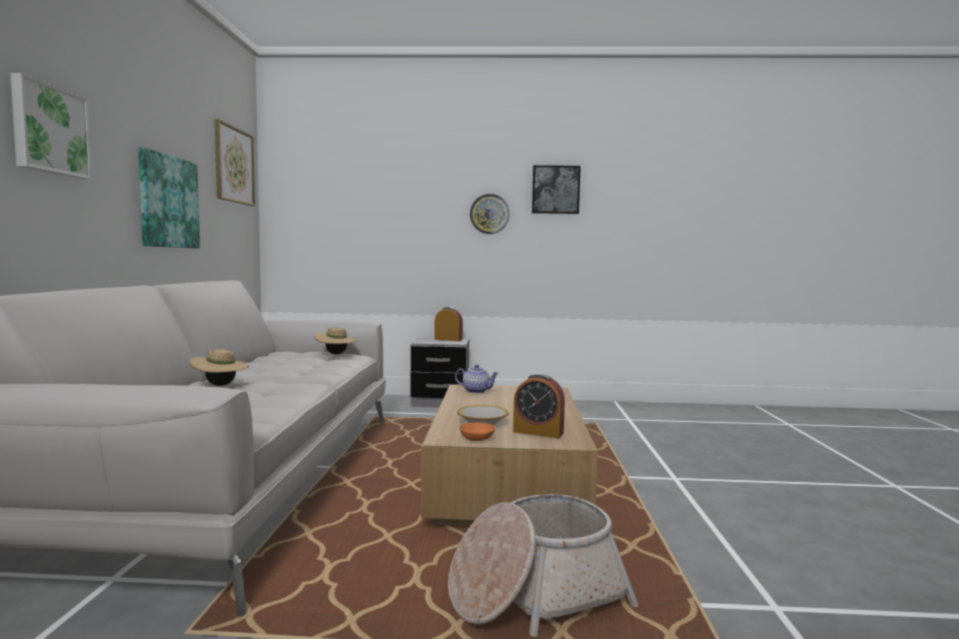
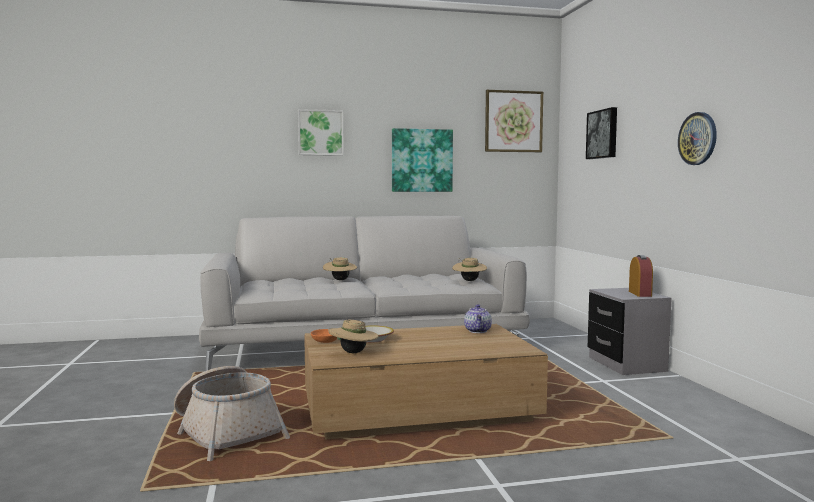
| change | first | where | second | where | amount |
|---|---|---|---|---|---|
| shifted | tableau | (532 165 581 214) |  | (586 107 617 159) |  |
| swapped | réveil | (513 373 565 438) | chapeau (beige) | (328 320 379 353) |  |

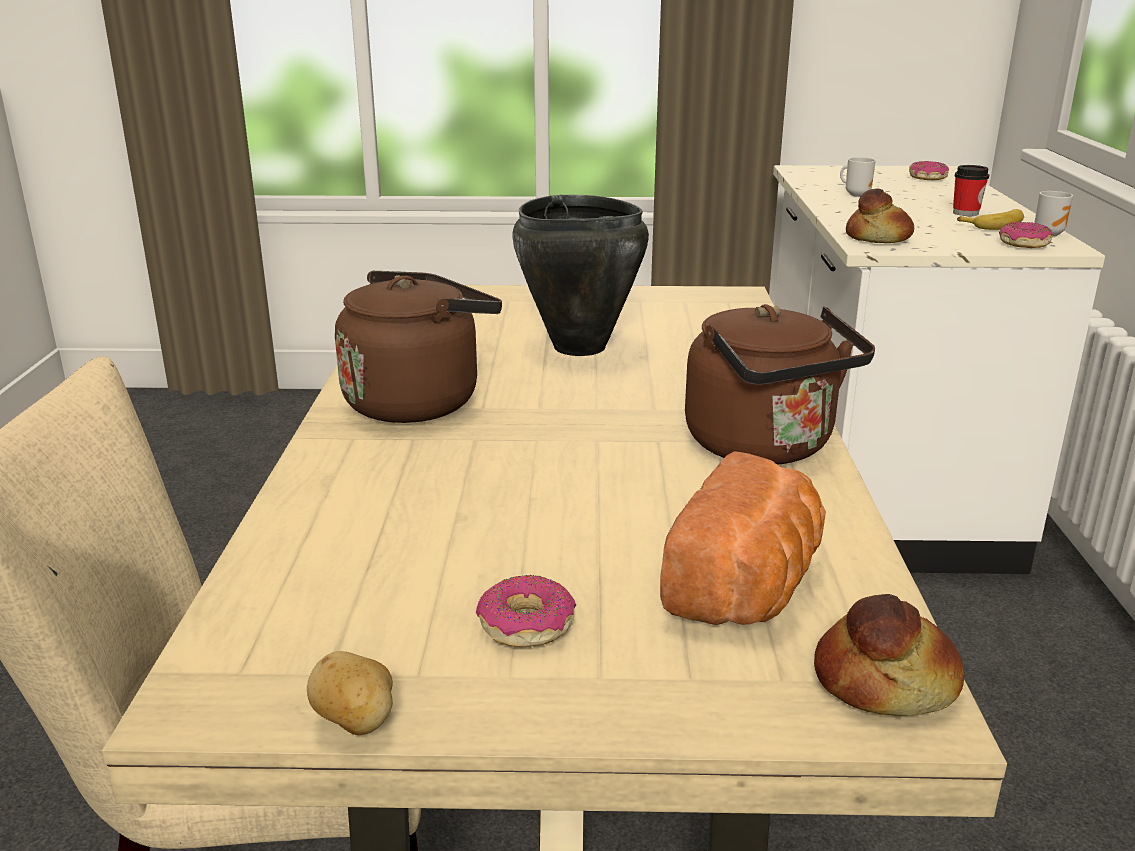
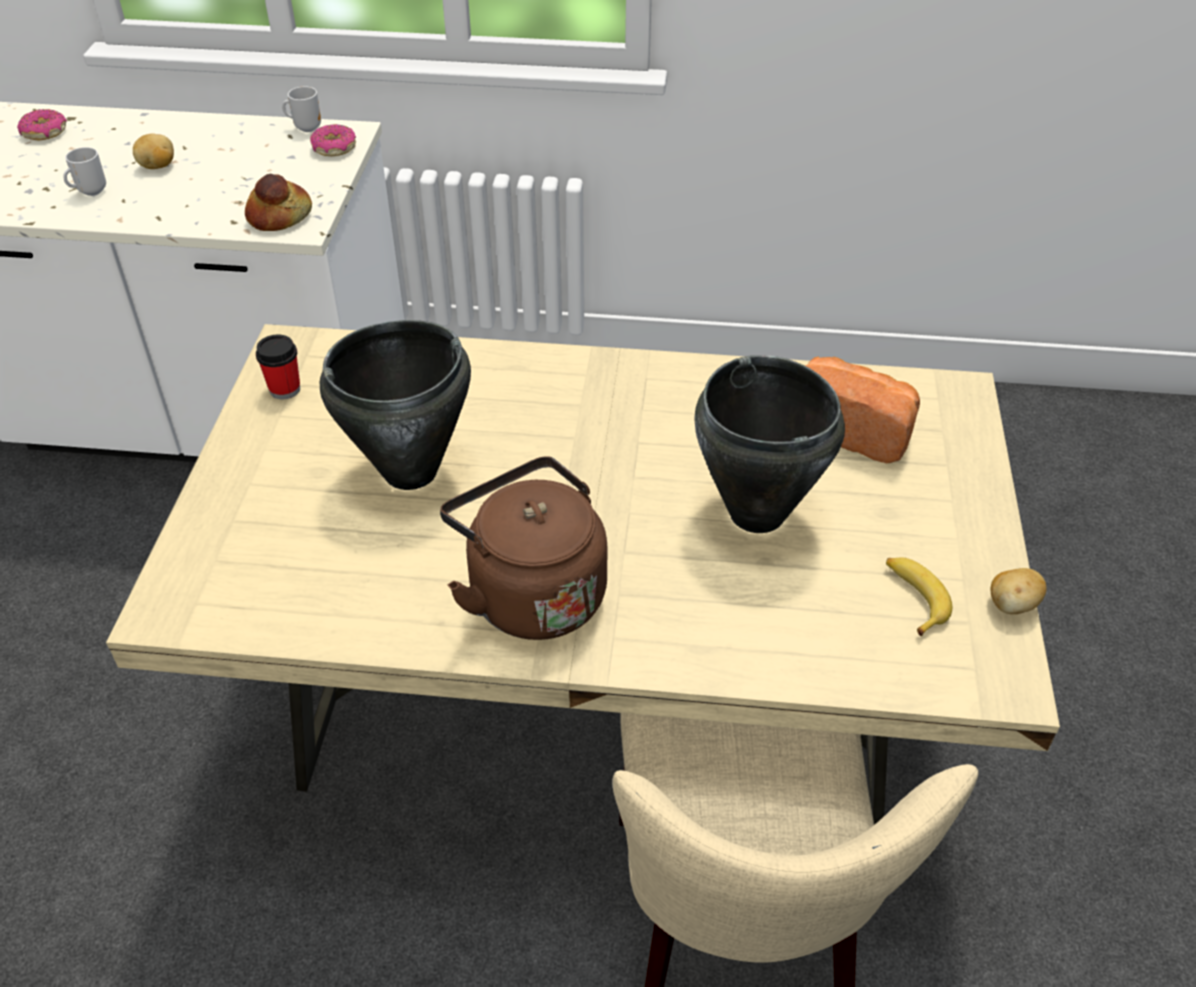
| change | first | where | second | where | amount |
|---|---|---|---|---|---|
| shifted | tasse | (953 165 989 216) |  | (256 335 300 399) |  |
| shifted | banane | (957 209 1024 230) |  | (886 557 952 636) |  |
| gone | bouilloire (marron) | (685 304 875 465) |  |  |  |
| gone | beignet | (476 575 576 647) |  |  |  |
| gone | pain | (814 594 964 716) |  |  |  |
| new |  |  | pomme de terre | (133 133 174 169) |  |
| new |  |  | marmite (noir) | (694 355 845 533) |  |

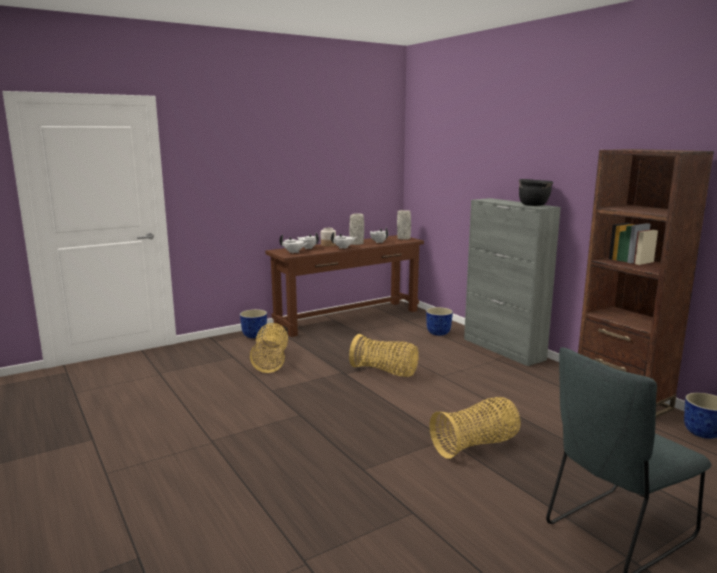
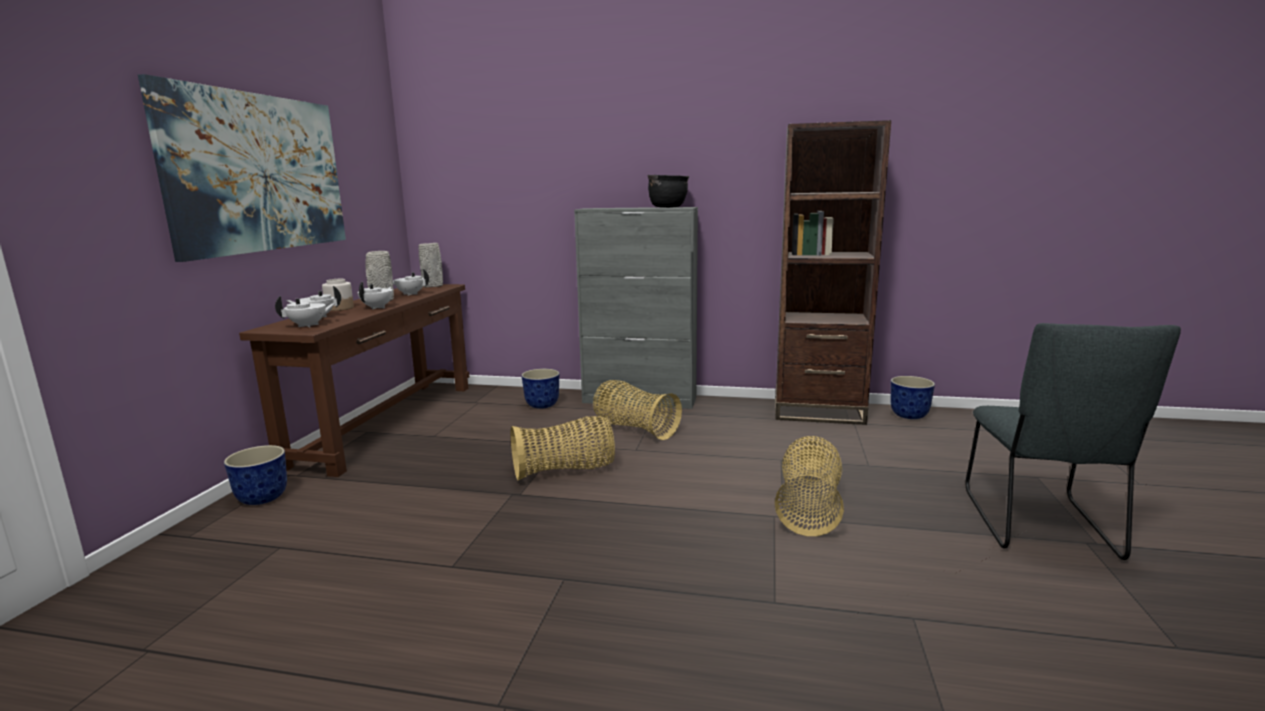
| change | first | where | second | where | amount |
|---|---|---|---|---|---|
| shifted | panier | (250 323 288 373) |  | (593 380 682 440) |  |
| new |  |  | tableau | (138 74 346 262) |  |

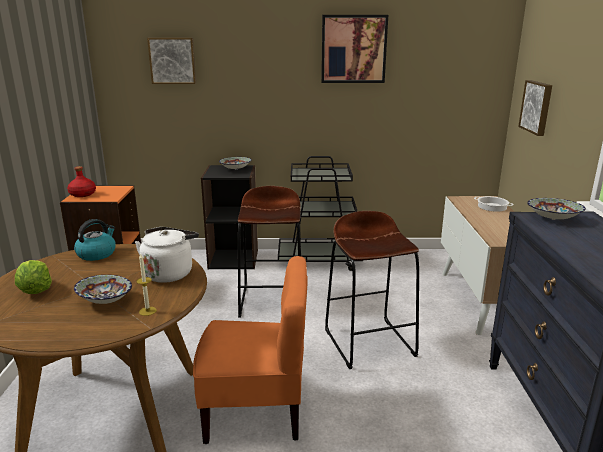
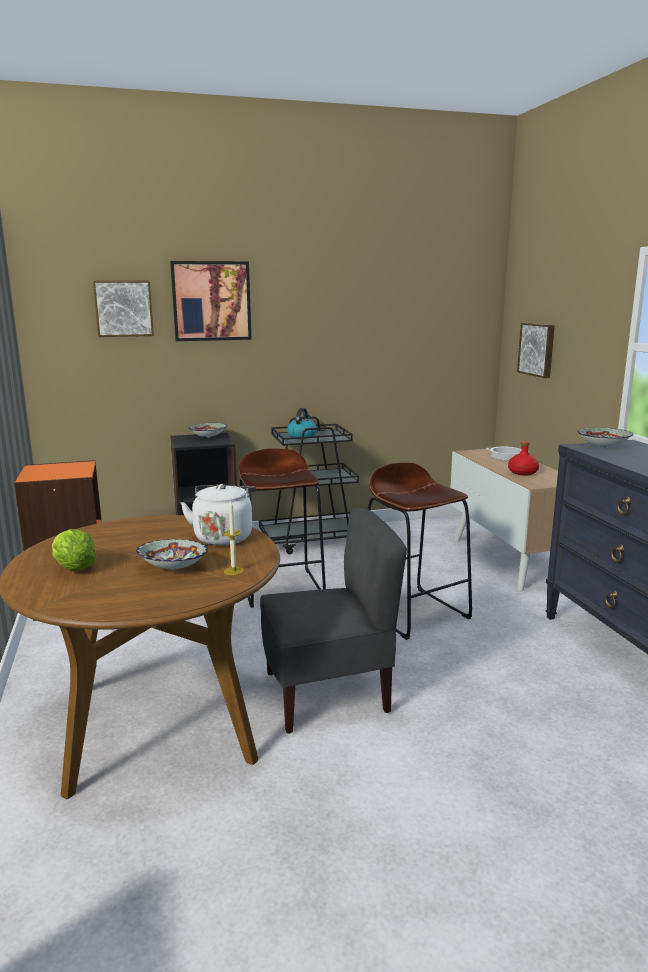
| change | first | where | second | where | amount |
|---|---|---|---|---|---|
| shifted | tableau | (321 15 388 83) |  | (170 261 252 341) |  |
| shifted | bouteille (rouge) | (67 166 96 197) |  | (508 441 539 476) |  |
| shifted | bouilloire | (74 219 116 261) |  | (287 408 317 439) |  |
| repainted | chaise (orange) | (193 256 308 444) | chaise (gris) | (260 507 407 734) |  |

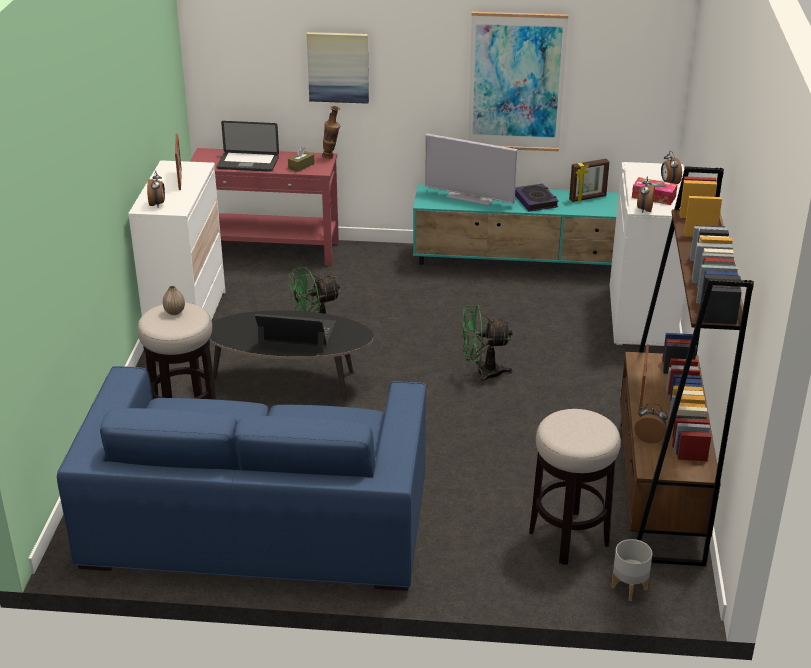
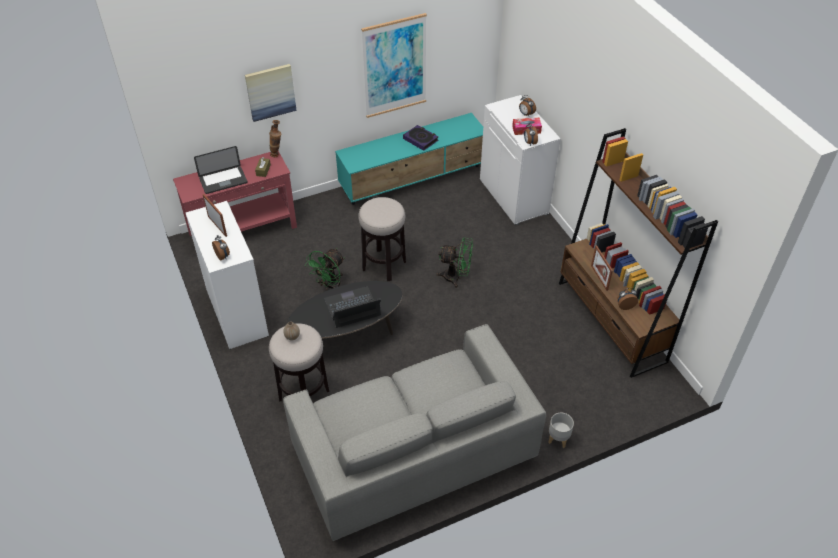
| change | first | where | second | where | amount |
|---|---|---|---|---|---|
| gone | téléviseur | (425 133 517 205) |  |  |  |
| gone | cadre photo | (569 159 610 202) |  |  |  |
| rotated | ventilateur (vert) | (462 305 513 384) |  | (437 237 473 288) | 135 degrees counterclockwise |
| repainted | canapé (bleu) | (57 366 426 591) | canapé (gris) | (283 324 546 541) |  |
| shifted | tabouret | (529 409 621 565) |  | (358 197 406 281) |  |
| shifted | cache-pot (gris) | (611 539 652 601) |  | (548 413 574 448) |  |

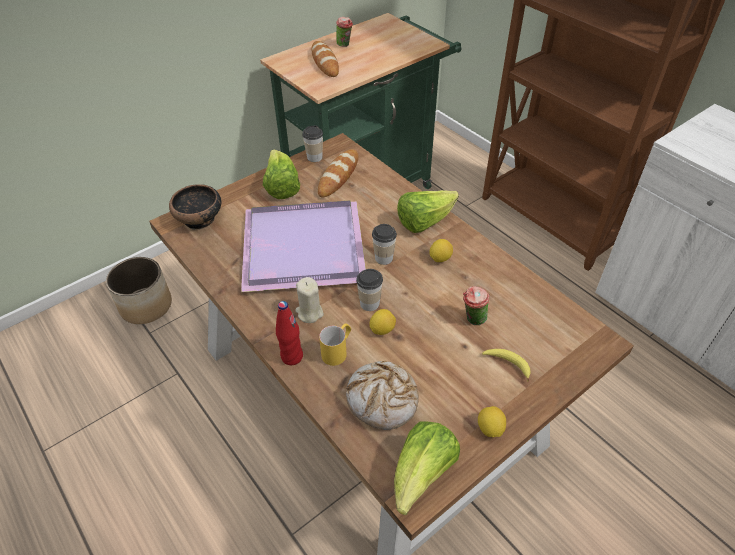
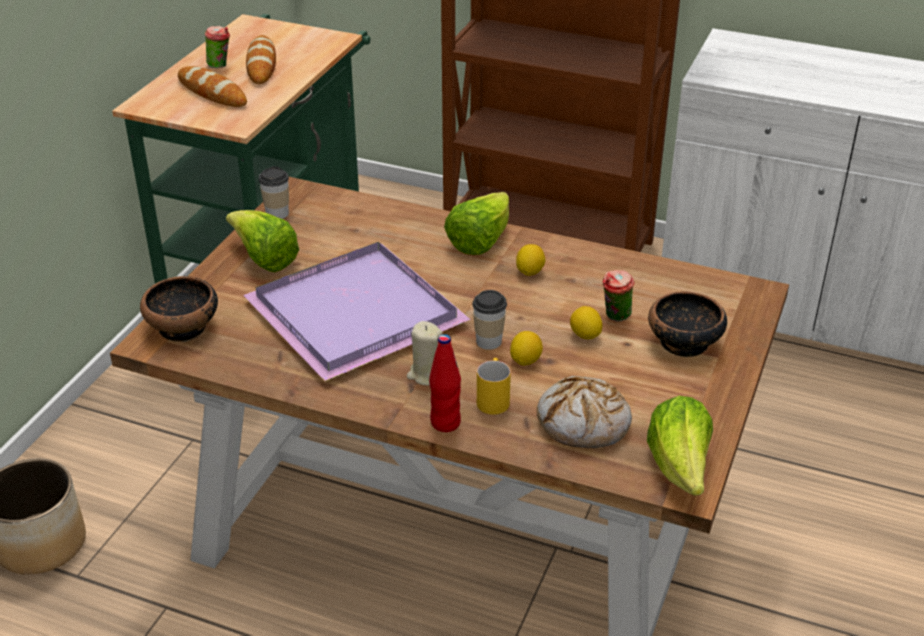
| change | first | where | second | where | amount |
|---|---|---|---|---|---|
| shifted | pain | (318 149 358 197) |  | (246 35 276 84) |  |
| gone | tasse | (372 224 397 265) |  |  |  |
| swapped | banane | (482 349 531 381) | bol | (648 291 727 357) |  |
| shifted | citron | (478 406 506 437) |  | (570 306 602 339) |  |

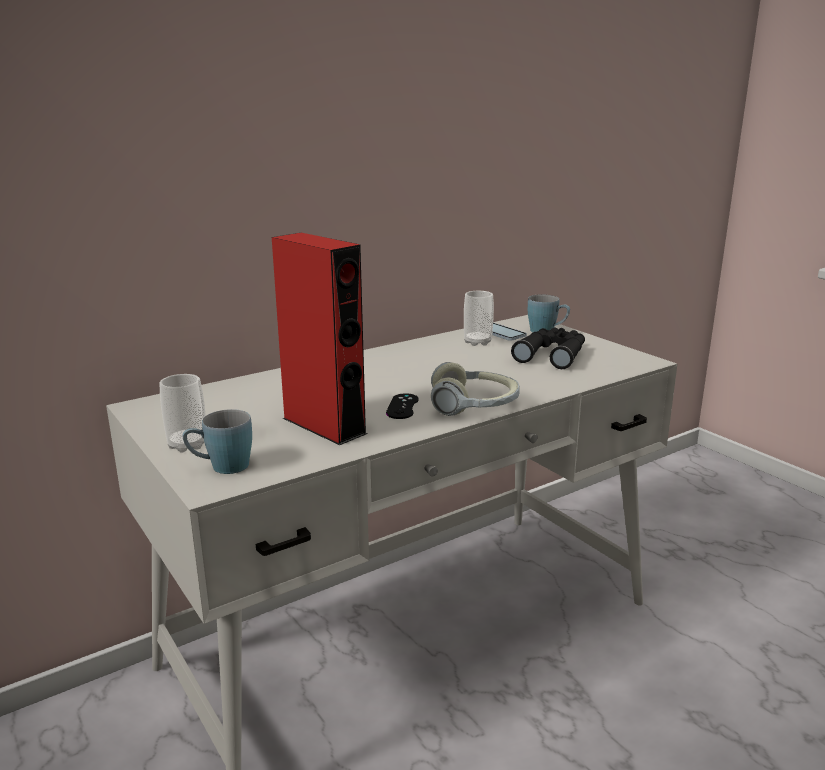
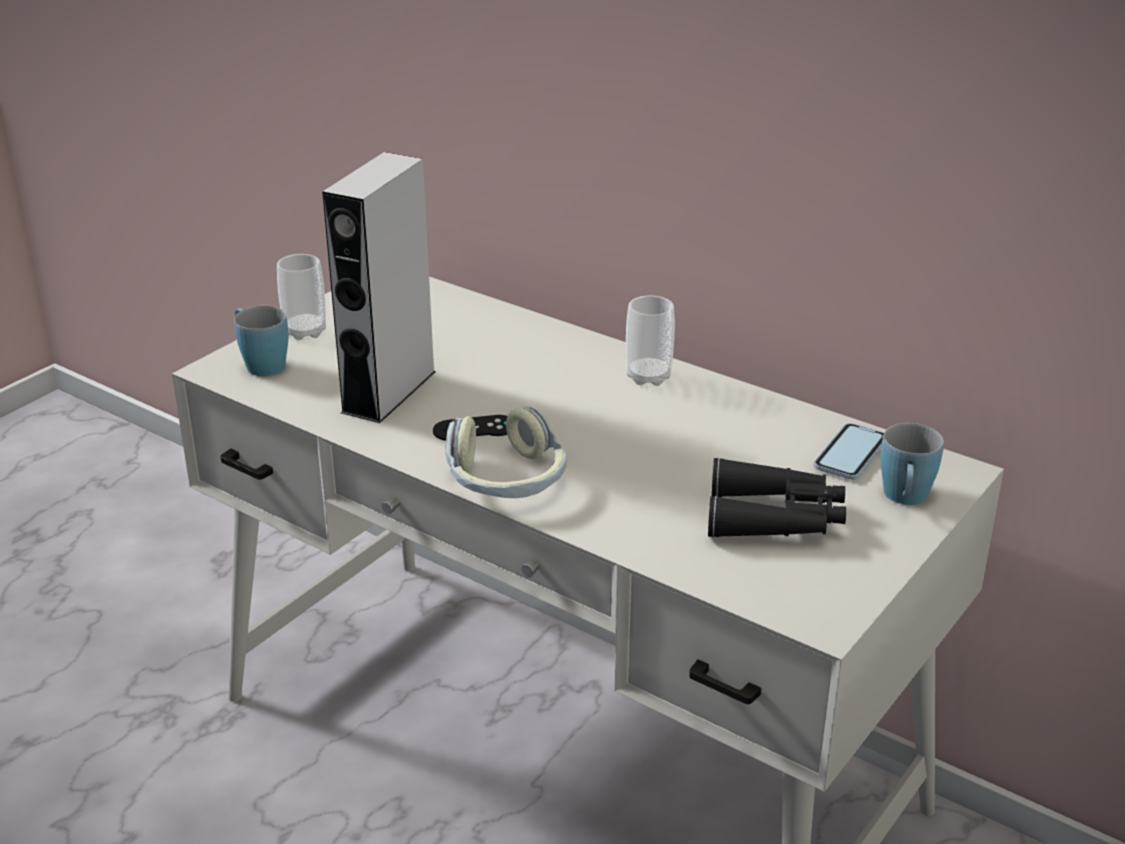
| change | first | where | second | where | amount |
|---|---|---|---|---|---|
| repainted | enceinte (rouge) | (272 233 367 445) | enceinte (gris) | (322 152 436 423) |  |
| shifted | tasse | (464 291 494 346) |  | (626 295 675 386) |  |

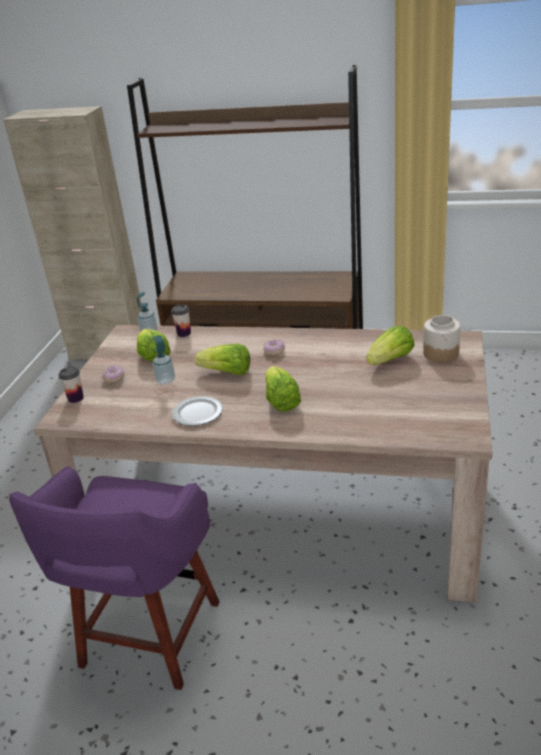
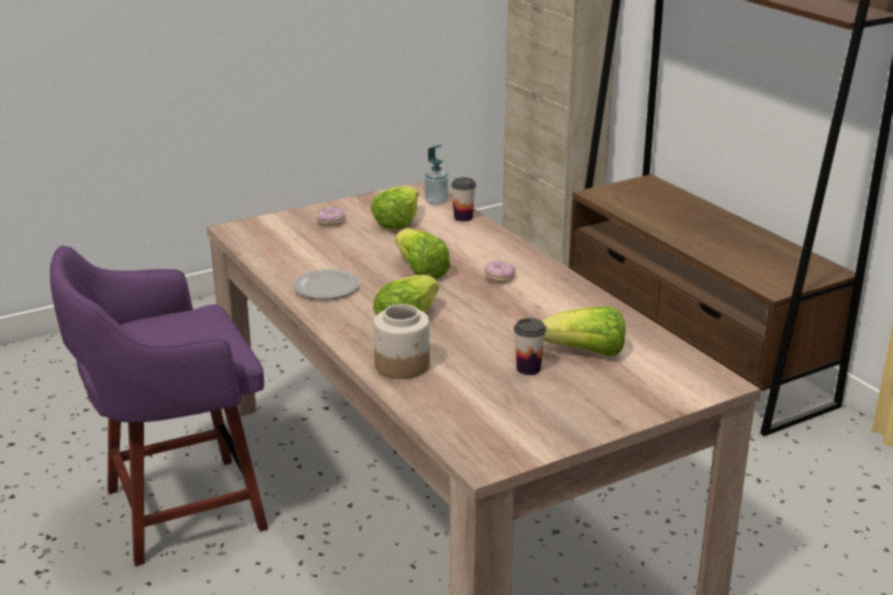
| change | first | where | second | where | amount |
|---|---|---|---|---|---|
| shifted | bocal | (423 315 461 362) |  | (374 304 430 379) |  |
| gone | distributeur de savon | (152 335 175 385) |  |  |  |
| shifted | tasse | (58 367 84 403) |  | (514 318 546 375) |  |

